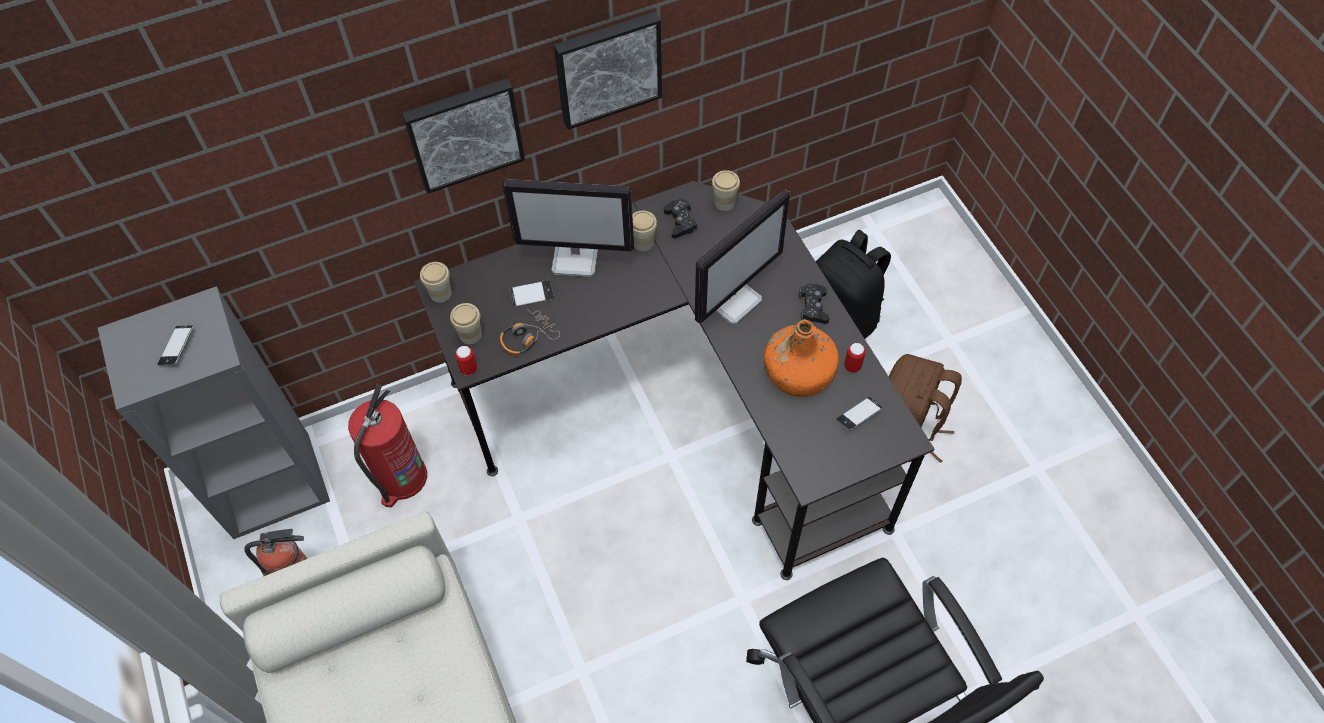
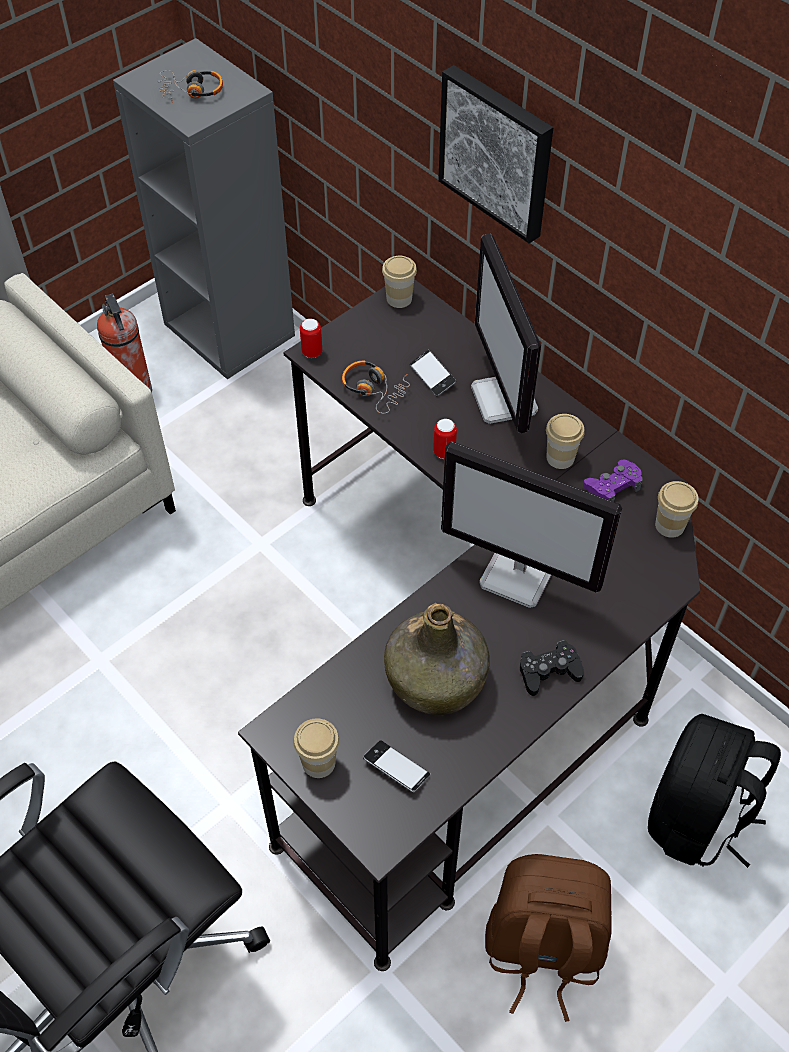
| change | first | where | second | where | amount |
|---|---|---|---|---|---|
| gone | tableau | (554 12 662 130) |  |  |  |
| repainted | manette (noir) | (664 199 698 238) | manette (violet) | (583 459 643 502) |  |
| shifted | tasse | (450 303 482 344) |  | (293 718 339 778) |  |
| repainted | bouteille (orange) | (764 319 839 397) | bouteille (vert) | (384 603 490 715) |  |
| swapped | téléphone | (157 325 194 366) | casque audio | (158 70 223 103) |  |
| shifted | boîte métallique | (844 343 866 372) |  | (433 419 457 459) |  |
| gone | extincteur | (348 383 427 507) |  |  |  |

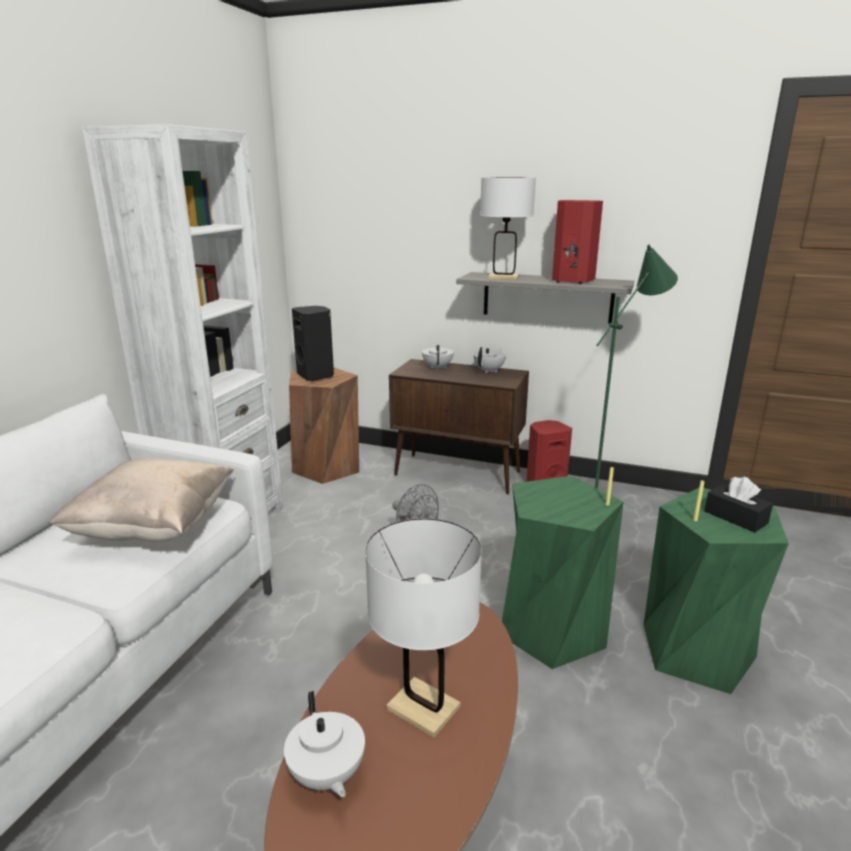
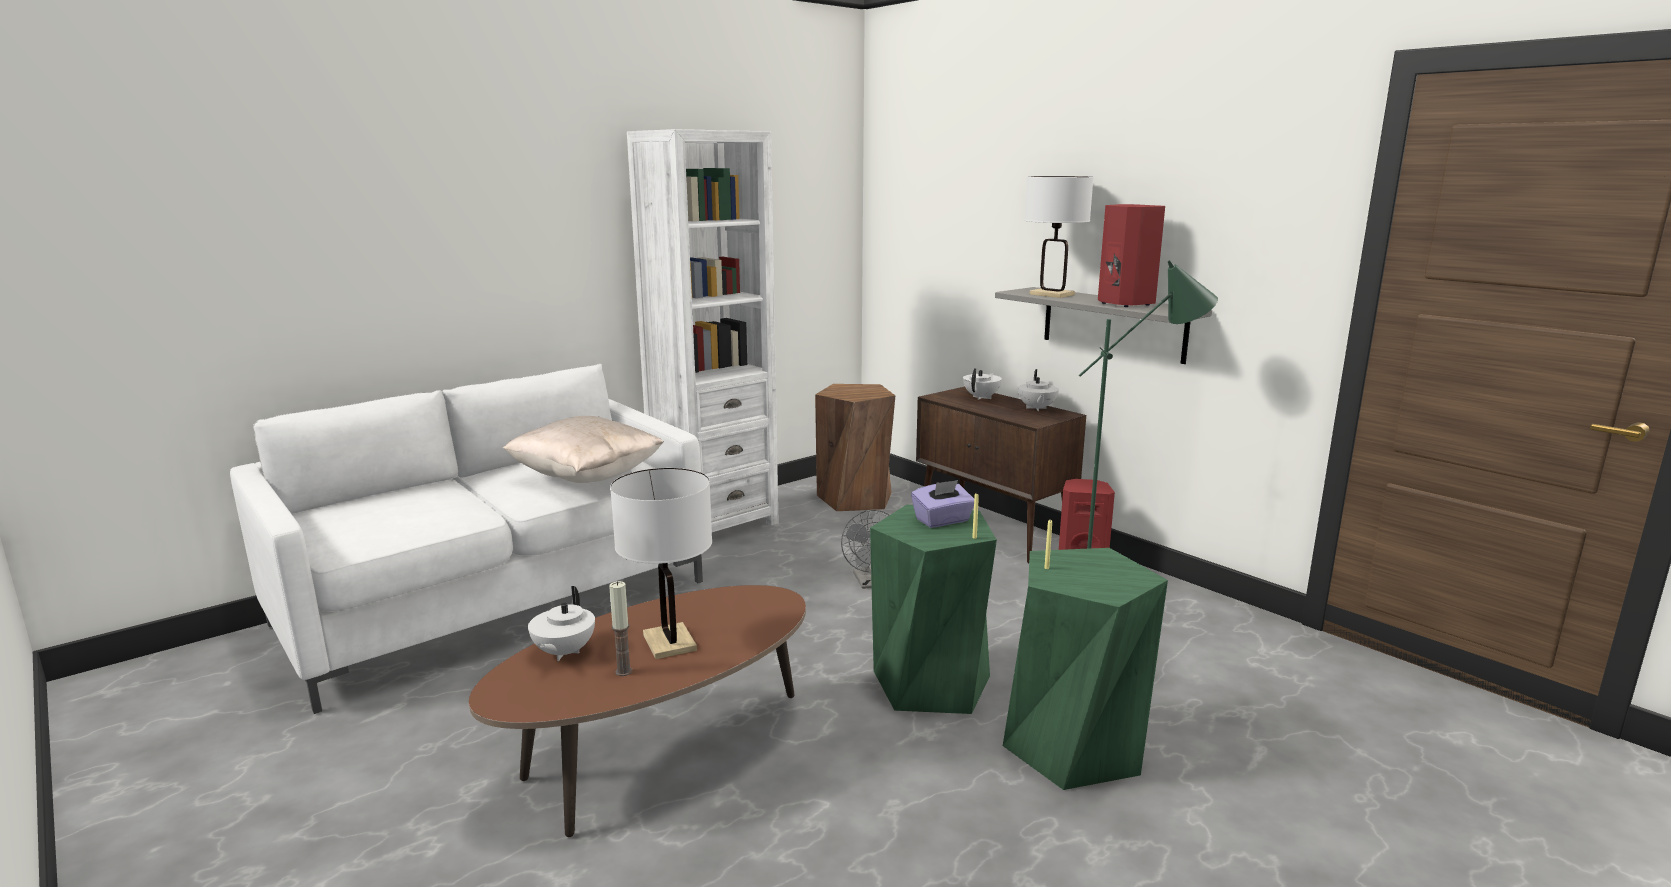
| change | first | where | second | where | amount |
|---|---|---|---|---|---|
| gone | enceinte (noir) | (292 306 334 382) |  |  |  |
| rotated | théière (blanc) | (473 347 506 373) |  | (1018 369 1059 411) | 120 degrees clockwise |
| gone | boîte à mouchoirs (noir) | (704 477 773 533) |  |  |  |
| new |  |  | boîte à mouchoirs (violet) | (911 480 974 528) |  |
| new |  |  | bougie | (609 581 632 676) |  |

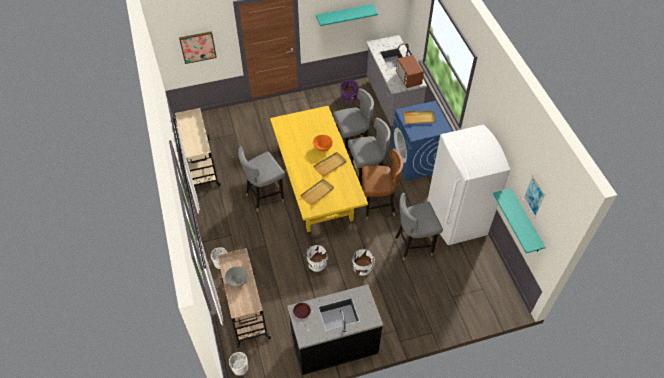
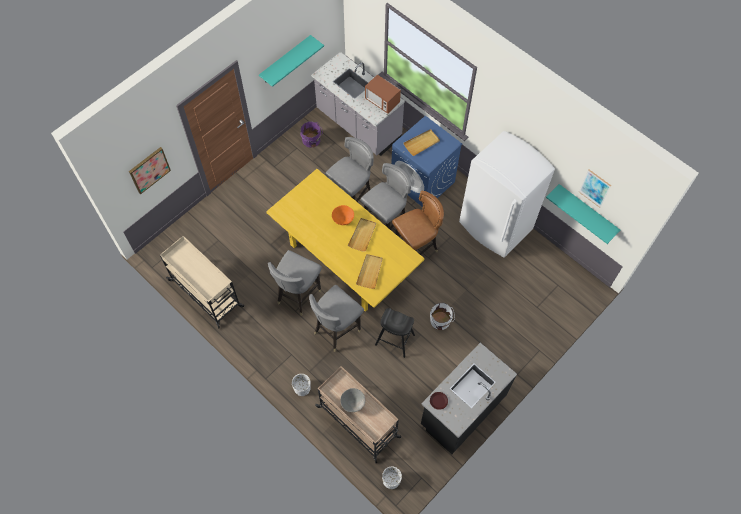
| change | first | where | second | where | amount |
|---|---|---|---|---|---|
| shifted | chaise (gris) | (394 193 443 261) |  | (309 285 364 352) |  |
| swapped | seau (blanc) | (304 245 328 272) | tabouret (noir) | (375 308 415 358) |  |

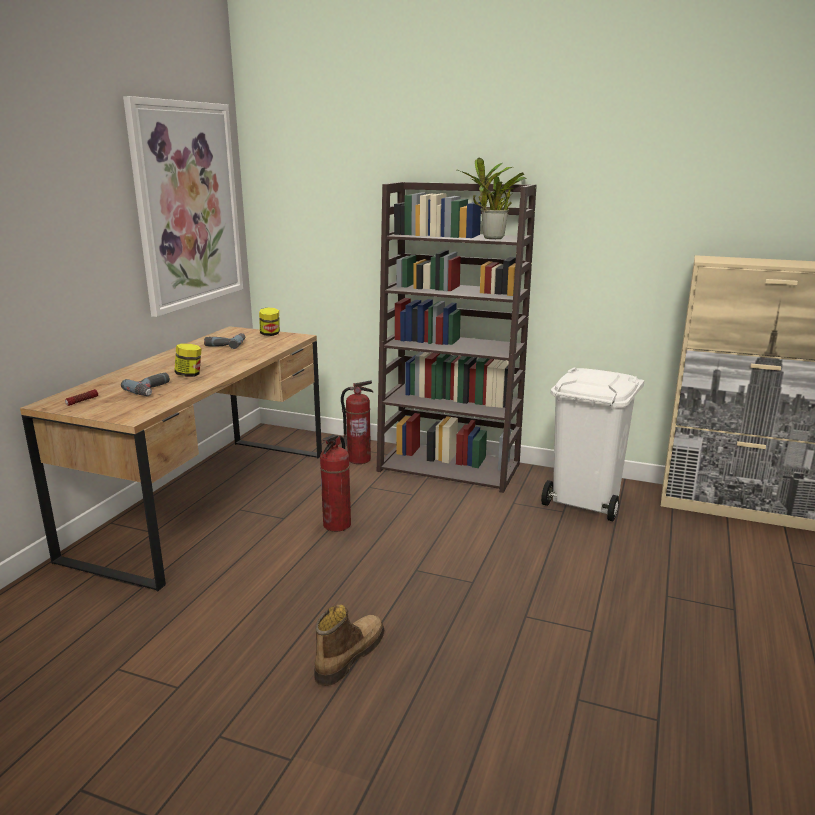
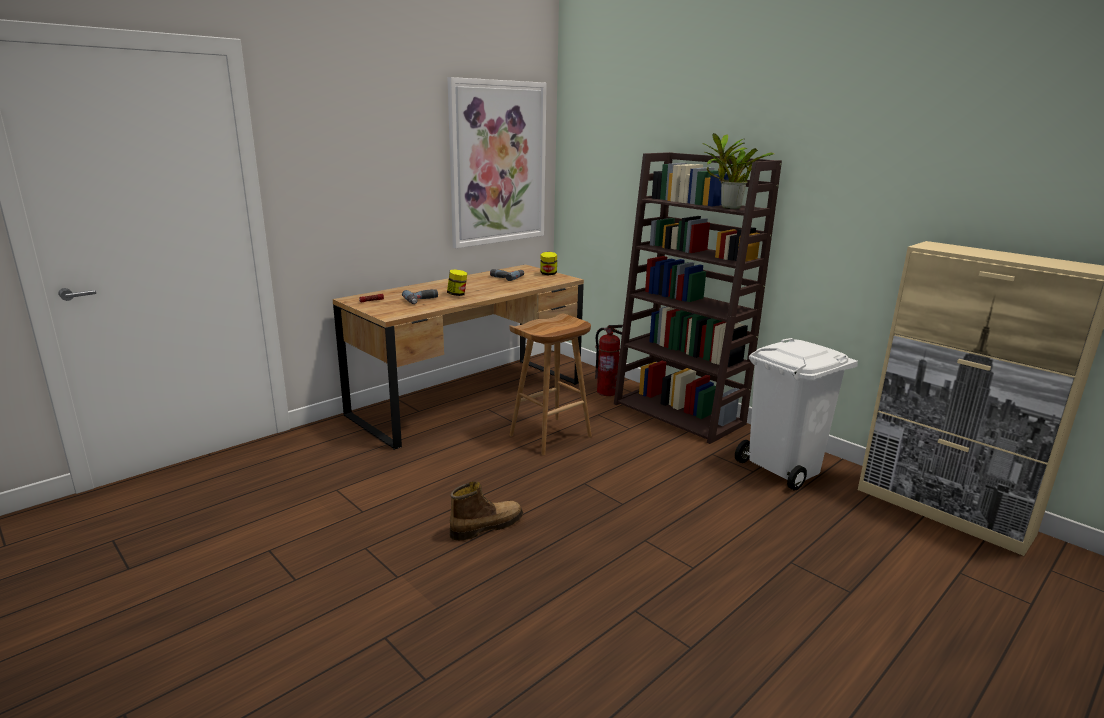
| change | first | where | second | where | amount |
|---|---|---|---|---|---|
| swapped | extincteur | (320 435 351 532) | tabouret (marron) | (509 313 592 455) |  |

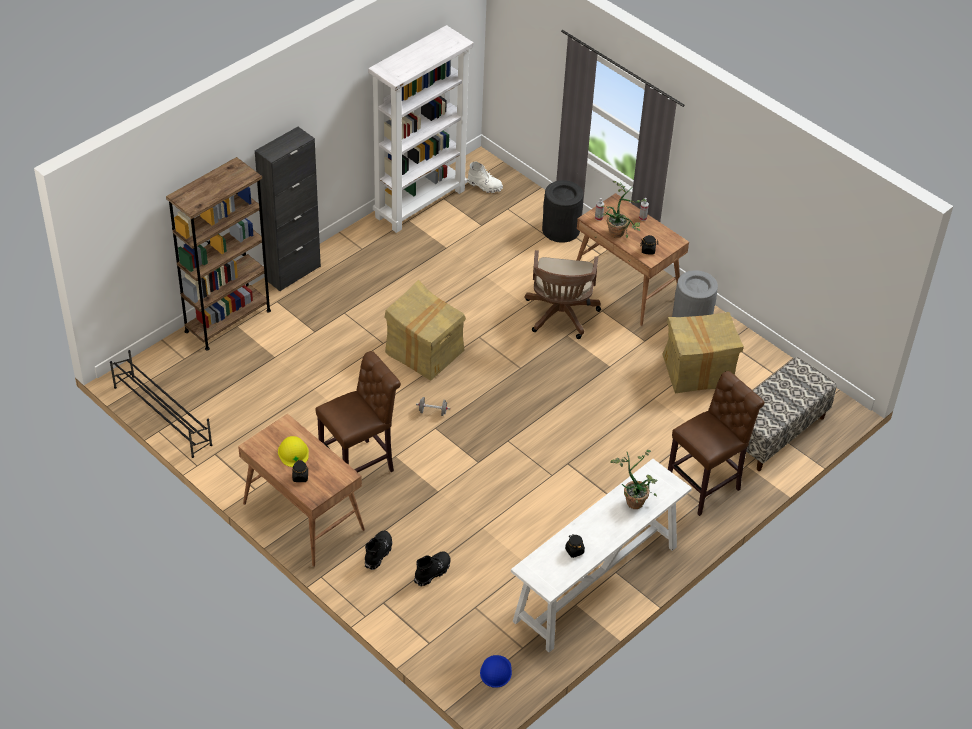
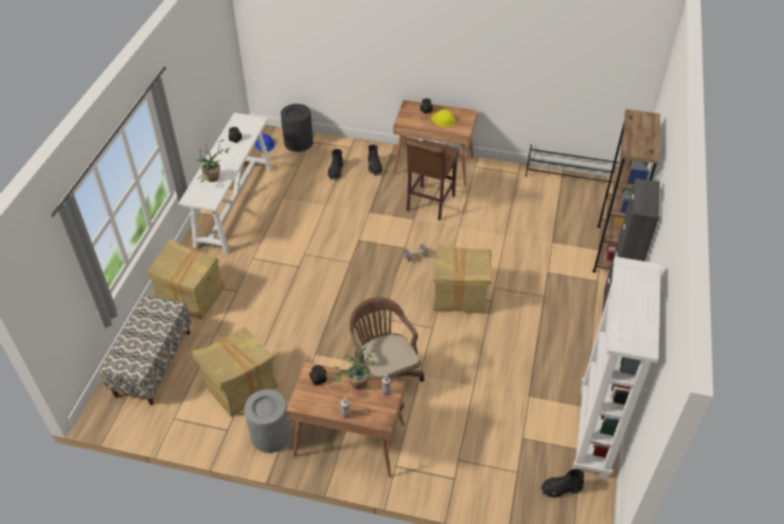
| change | first | where | second | where | amount |
|---|---|---|---|---|---|
| repainted | botte (blanc) | (467 162 503 193) | botte (noir) | (541 469 584 498) |  |
| shifted | poubelle (noir) | (542 180 583 243) |  | (281 104 313 152) |  |
| swapped | tabouret (marron) | (668 371 765 516) | carton | (148 238 224 320) |  |

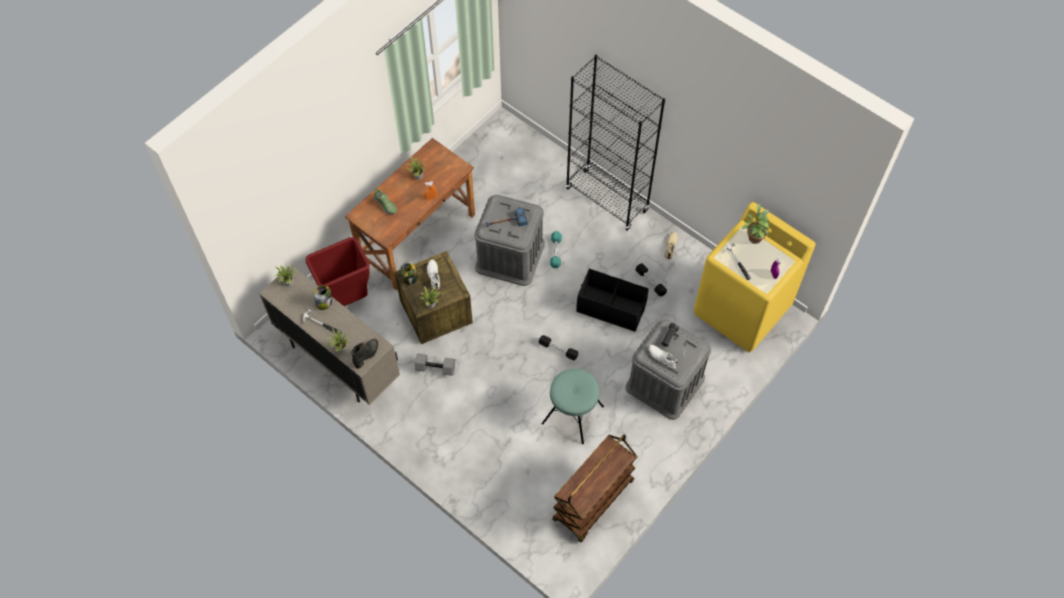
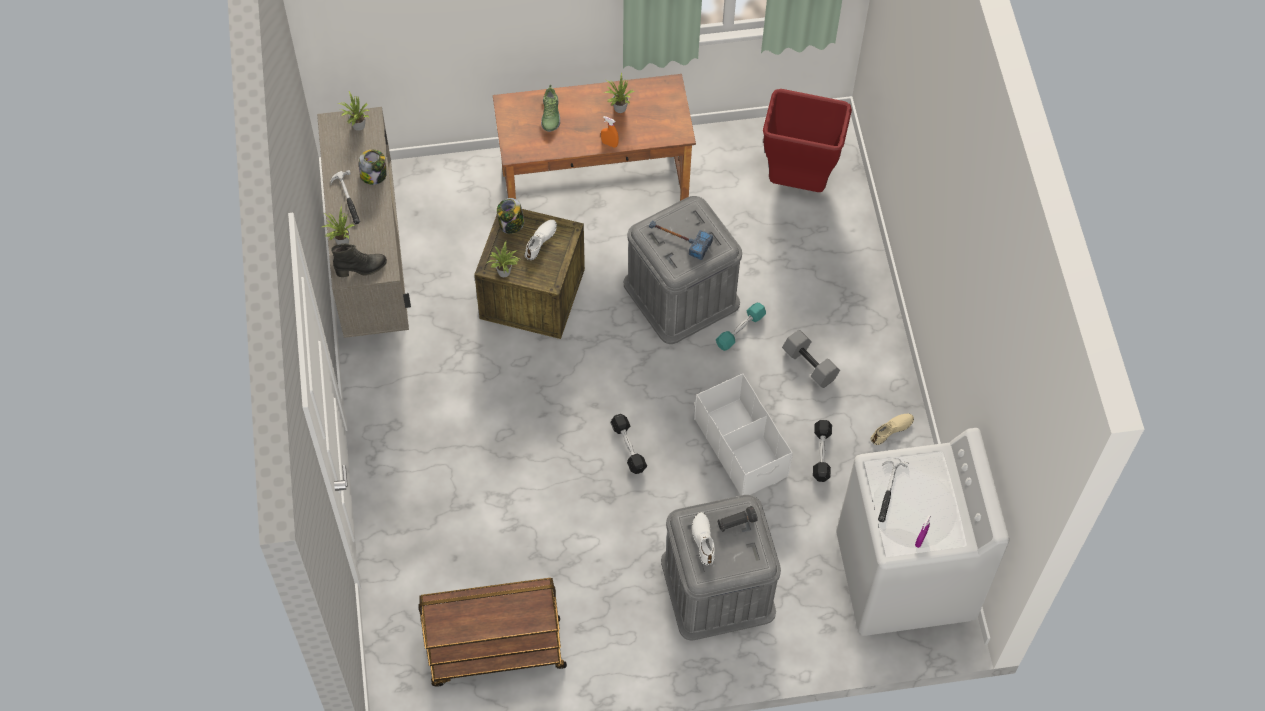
| change | first | where | second | where | amount |
|---|---|---|---|---|---|
| gone | bibliothèque (noir) | (566 55 665 231) |  |  |  |
| repainted | lave-linge (jaune) | (694 202 816 352) | lave-linge (blanc) | (836 428 1009 636) |  |
| gone | plante en pot | (742 204 770 244) |  |  |  |
| shifted | poubelle (rouge) | (306 237 370 306) |  | (763 89 852 192) |  |
| repainted | boîte de rangement (noir) | (576 269 649 332) | boîte de rangement (blanc) | (694 374 792 495) |  |
| shifted | haltère (gris) | (415 354 455 376) |  | (782 330 840 388) |  |
| gone | tabouret (turquoise) | (542 368 604 444) |  |  |  |

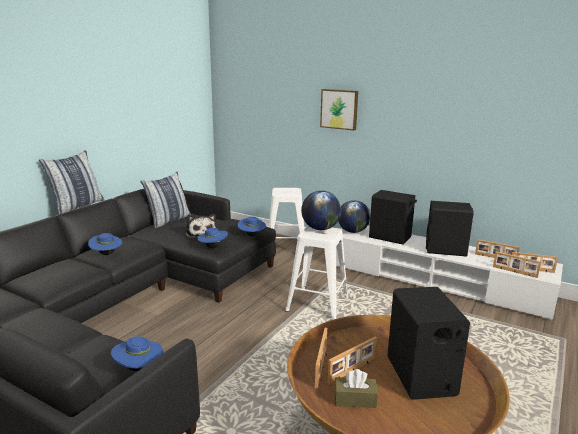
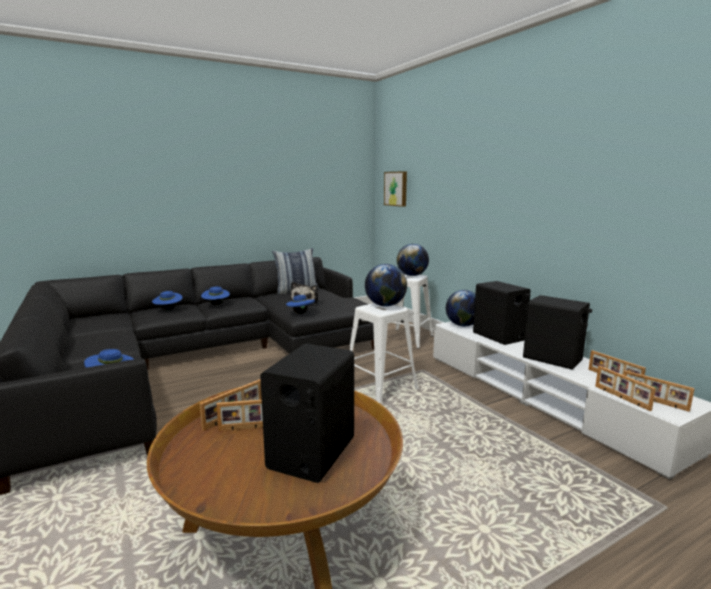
| change | first | where | second | where | amount |
|---|---|---|---|---|---|
| shifted | tableau | (320 89 358 130) |  | (384 171 407 207) |  |
| gone | coussin | (39 150 104 214) |  |  |  |
| shifted | chapeau (bleu) | (238 217 266 236) |  | (152 291 182 310) |  |
| gone | boîte à mouchoirs (marron) | (334 369 378 408) |  |  |  |
| new |  |  | globe | (397 244 429 276) |  |

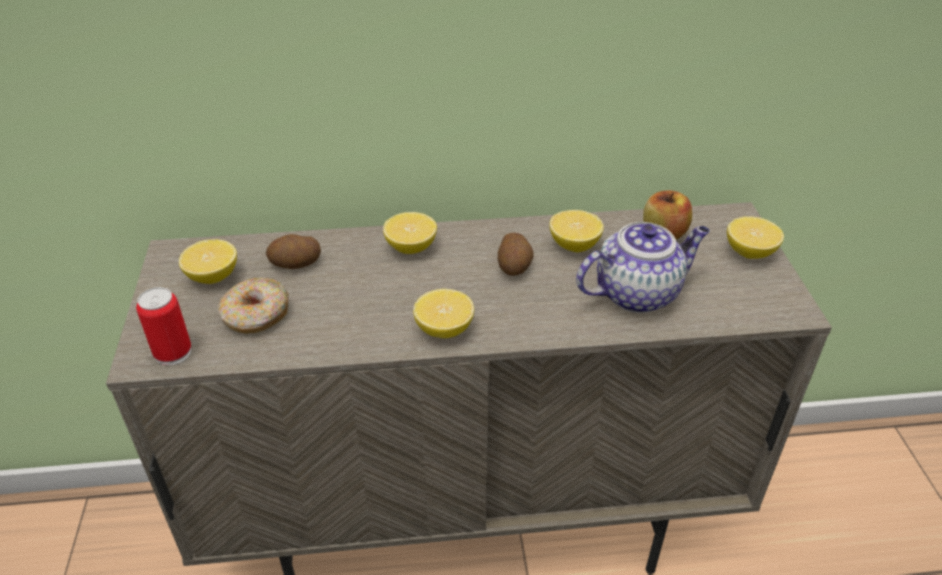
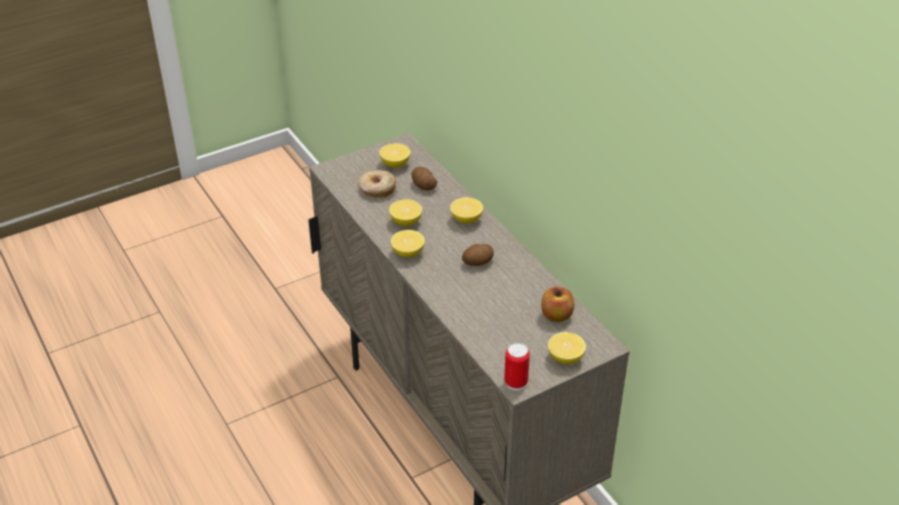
| change | first | where | second | where | amount |
|---|---|---|---|---|---|
| shifted | citron | (550 210 604 252) |  | (389 199 422 226) |  |
| gone | théière | (576 222 710 313) |  |  |  |
| shifted | boîte métallique | (136 287 191 366) |  | (504 343 530 391) |  |

